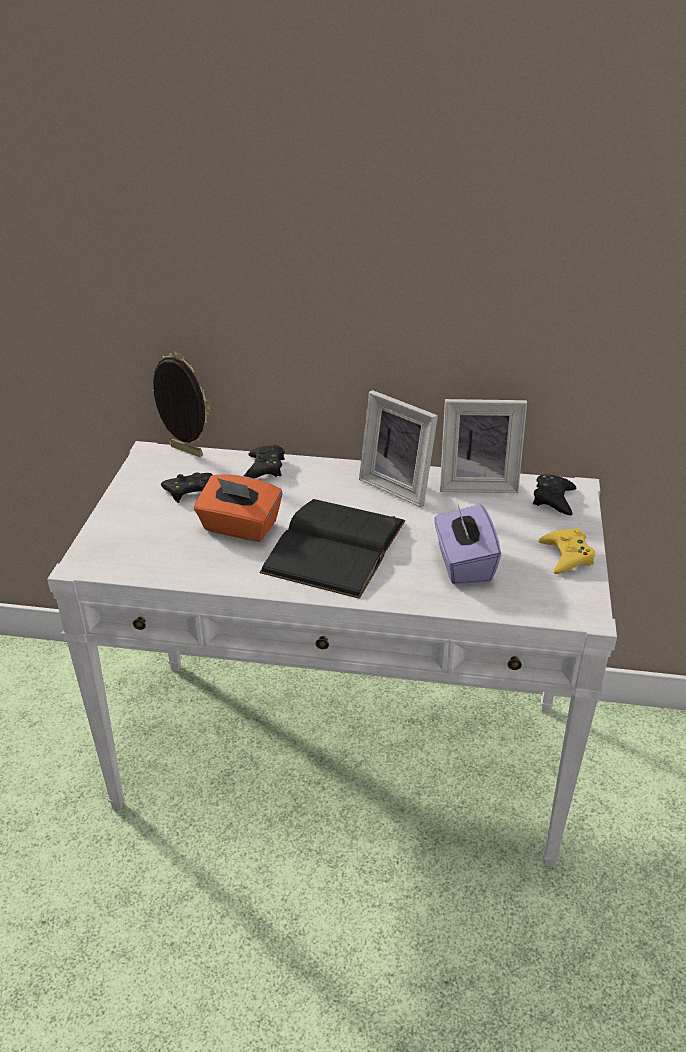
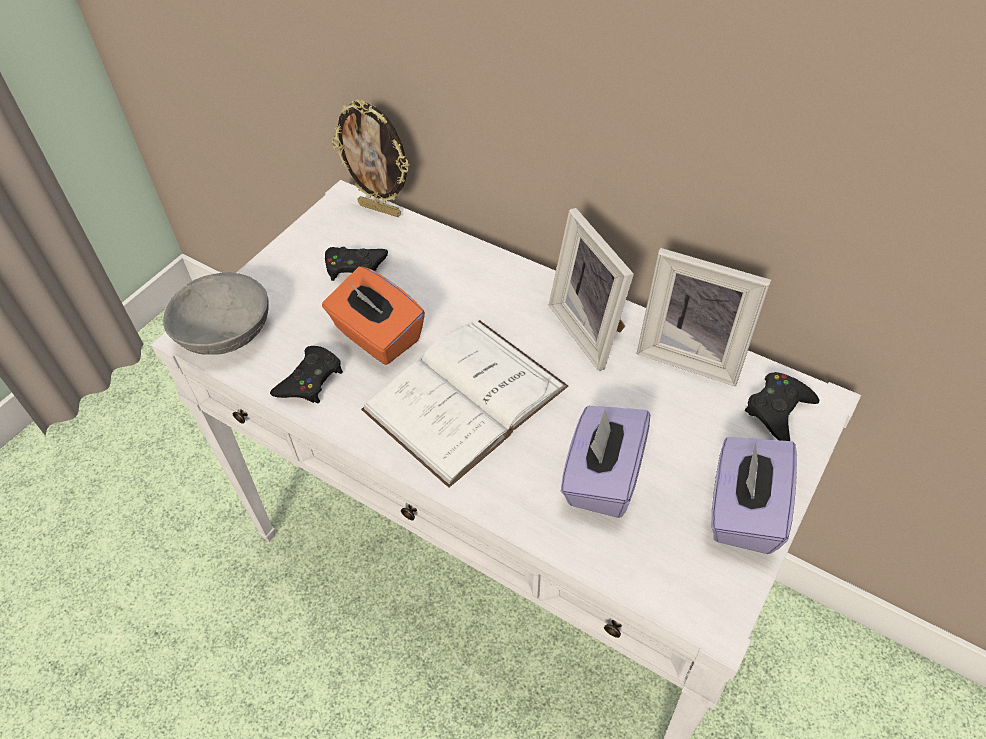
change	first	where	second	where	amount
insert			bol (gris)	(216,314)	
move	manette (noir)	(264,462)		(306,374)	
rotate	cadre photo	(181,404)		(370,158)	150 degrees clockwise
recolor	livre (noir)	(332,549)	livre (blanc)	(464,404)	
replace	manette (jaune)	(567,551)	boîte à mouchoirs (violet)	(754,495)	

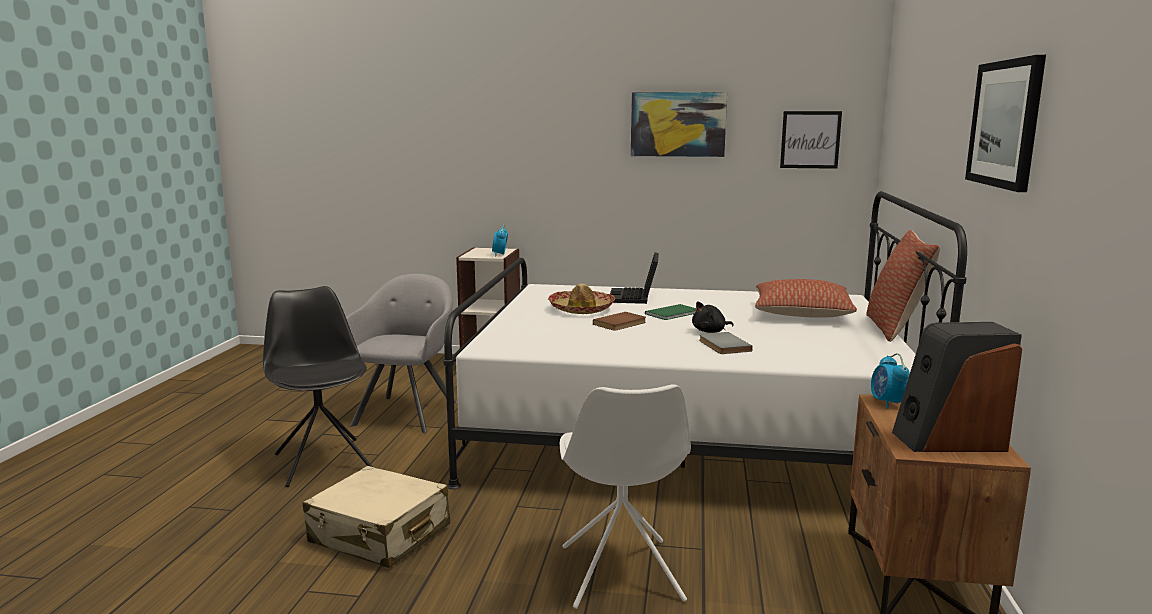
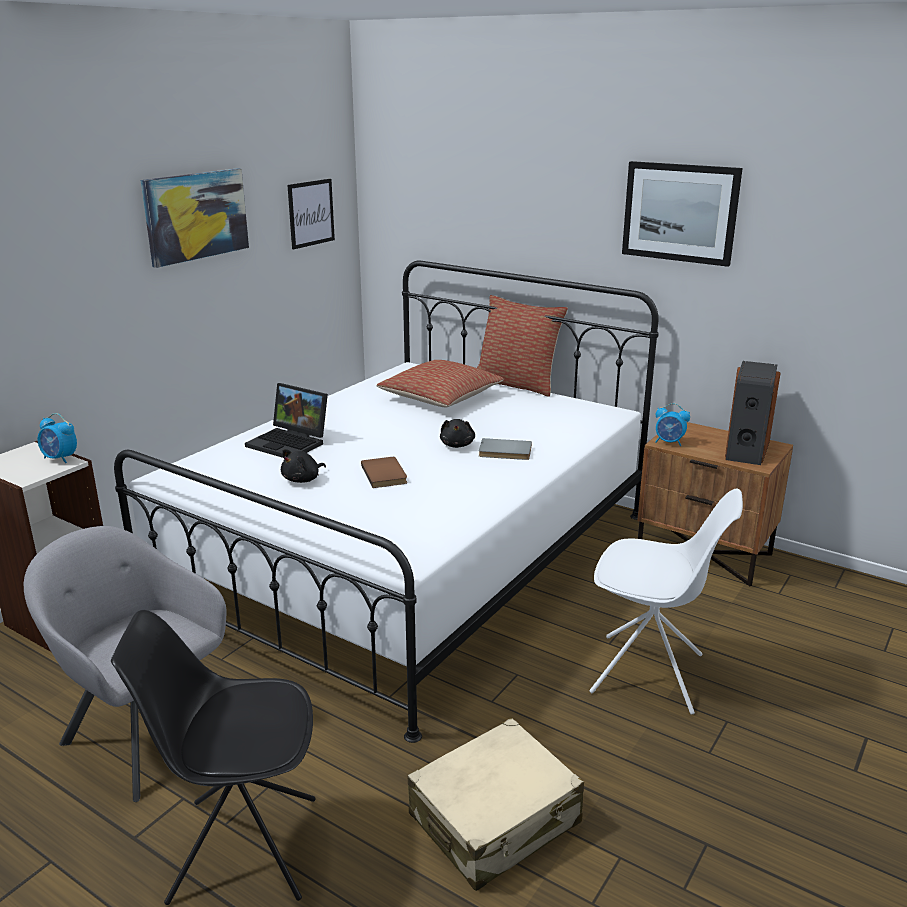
change	first	where	second	where	amount
replace	chapeau	(581,298)	peluche (noir)	(303,466)	
delete	livre (vert)	(671,312)			

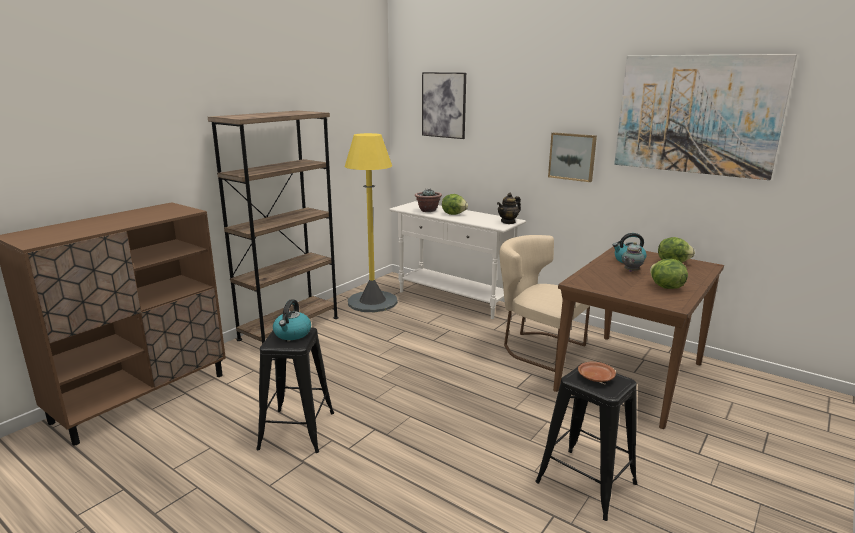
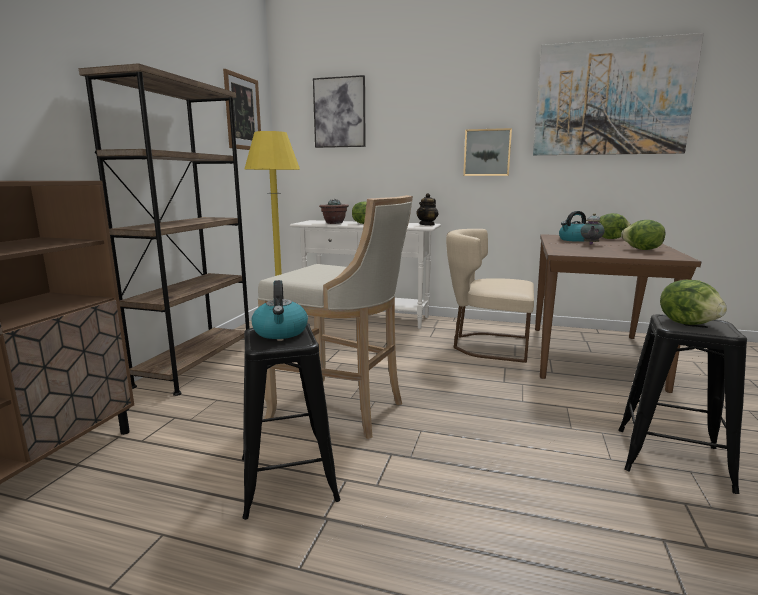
change	first	where	second	where	amount
insert			tableau	(242,109)	
insert			tabouret (beige)	(335,317)	
replace	assiette (marron)	(597,372)	laitue	(693,302)	

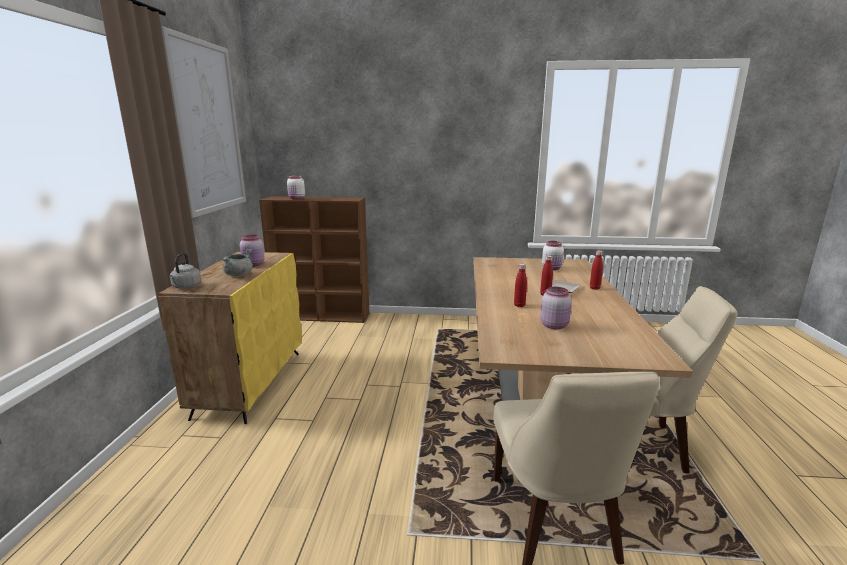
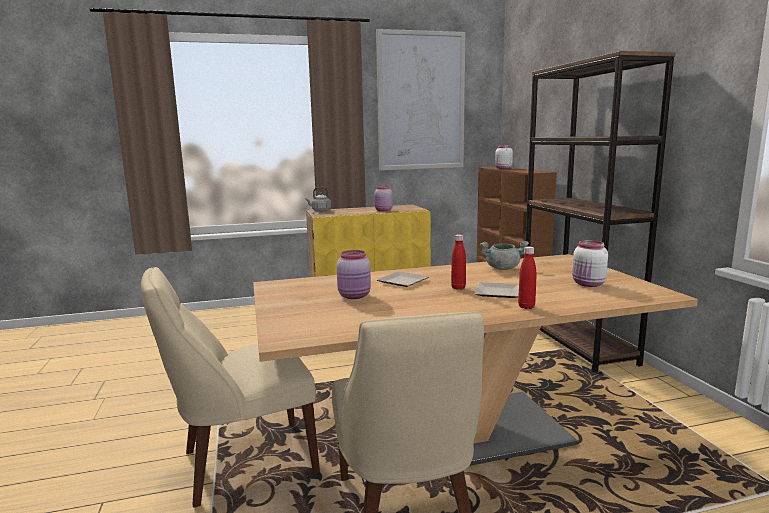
change	first	where	second	where	amount
replace	bouteille (rouge)	(520,285)	assiette	(403,279)	
move	marmite (gris)	(237,262)		(504,255)	
insert			bibliothèque (marron)	(600,211)	

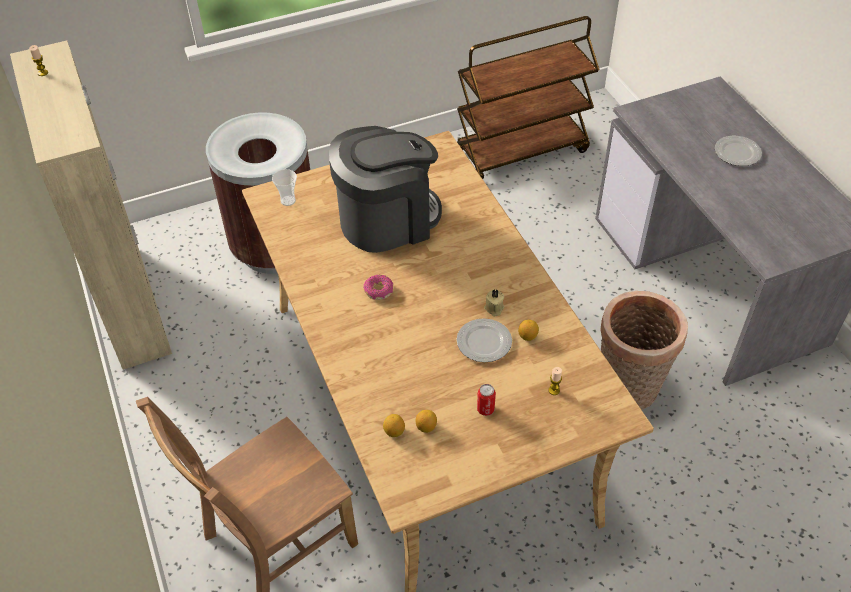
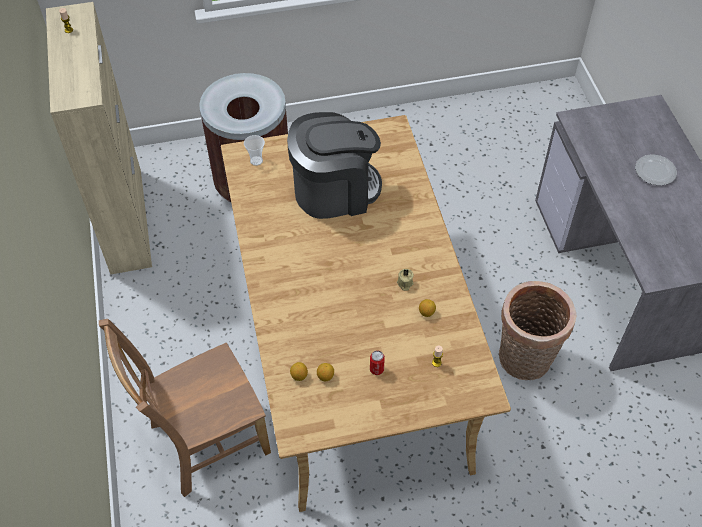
change	first	where	second	where	amount
delete	beignet	(378,287)			
delete	chariot (marron)	(528,97)			
delete	assiette	(484,340)			

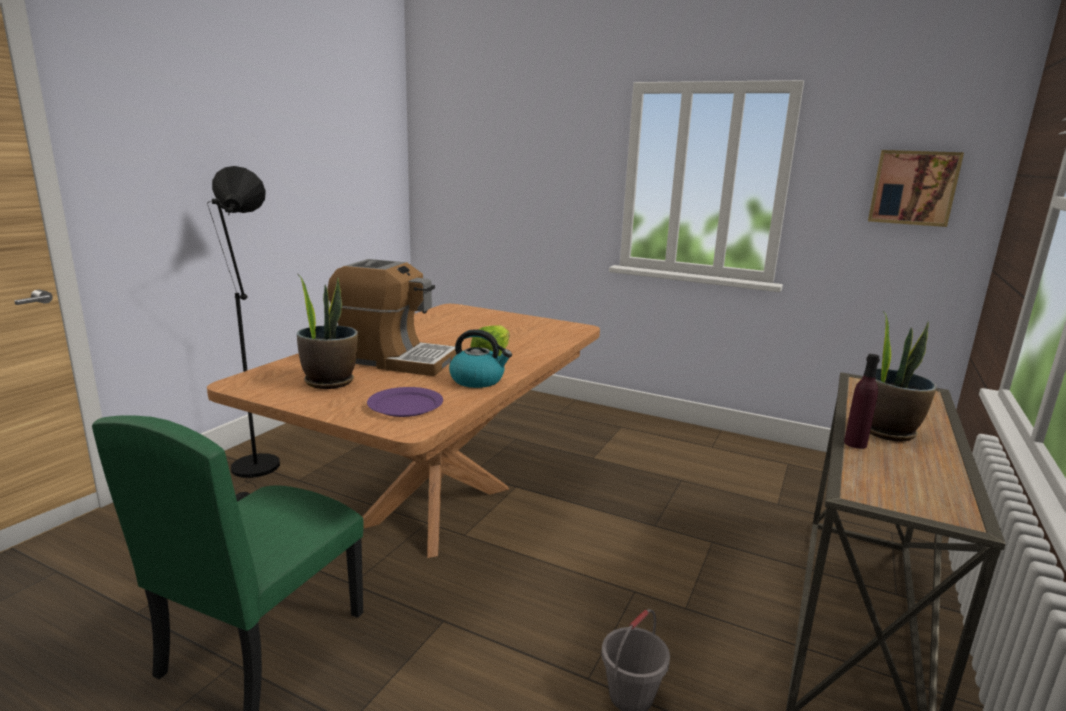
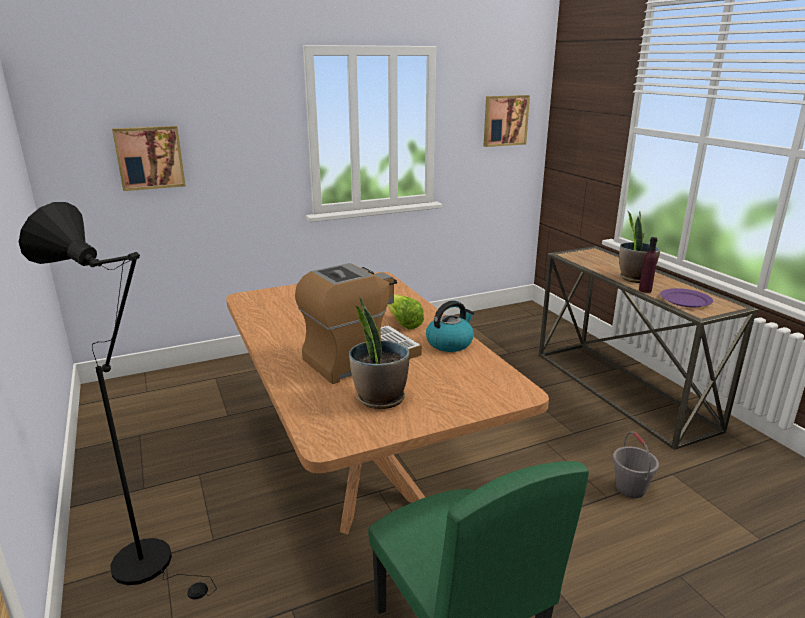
change	first	where	second	where	amount
insert			tableau	(149,158)	
move	assiette (violet)	(405,402)		(686,298)	

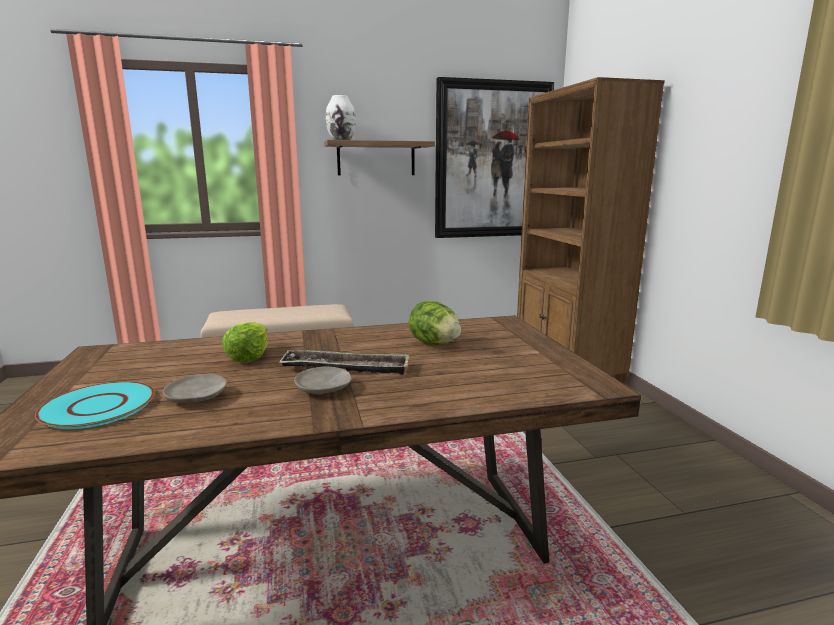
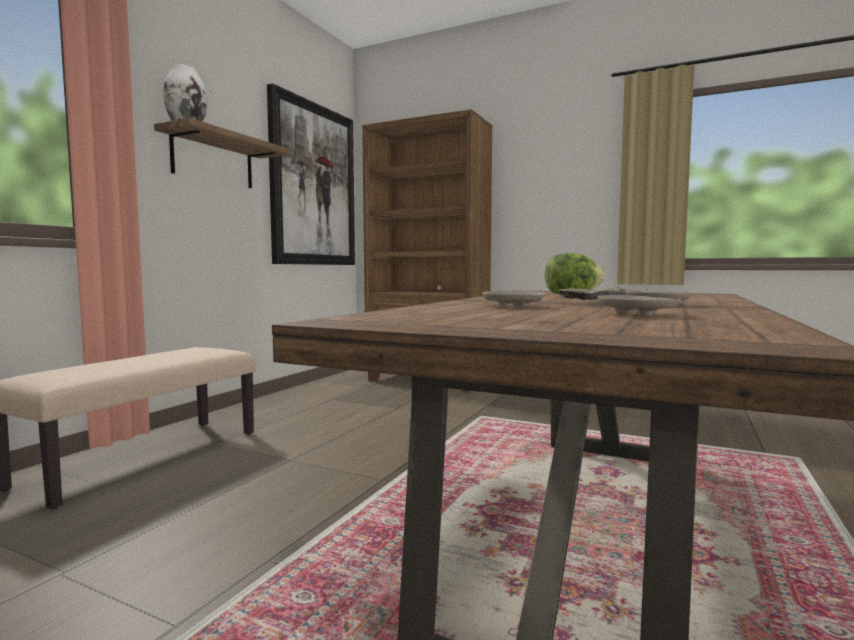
change	first	where	second	where	amount
replace	laitue	(245,342)	assiette (beige)	(514,298)	
delete	assiette (turquoise)	(95,405)			

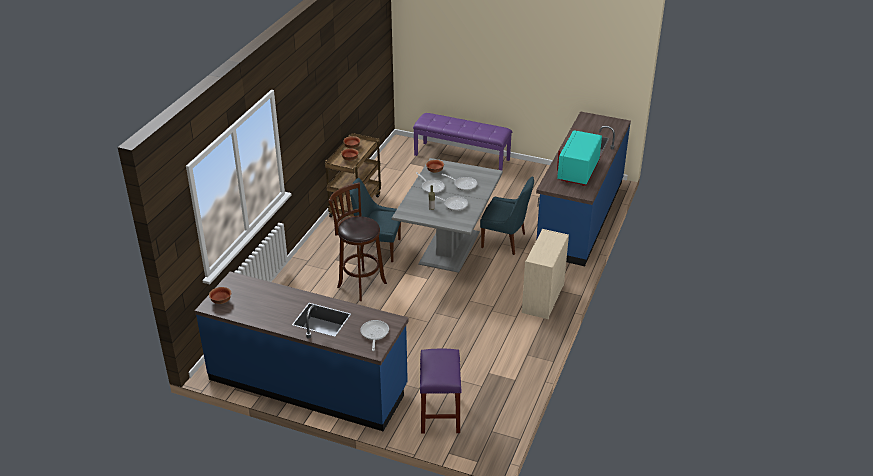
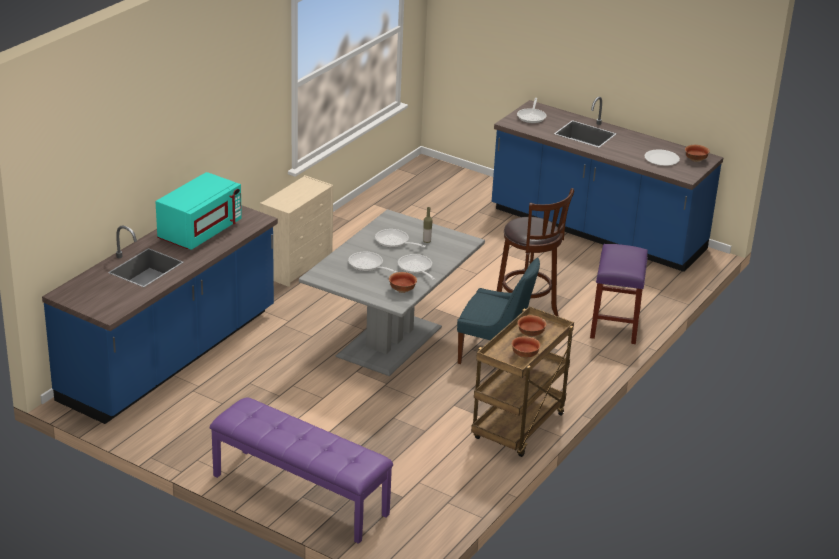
change	first	where	second	where	amount
move	tabouret (violet)	(440,391)		(619,294)	
insert			assiette (blanc)	(662,157)	
delete	chaise (bleu)	(507,215)			

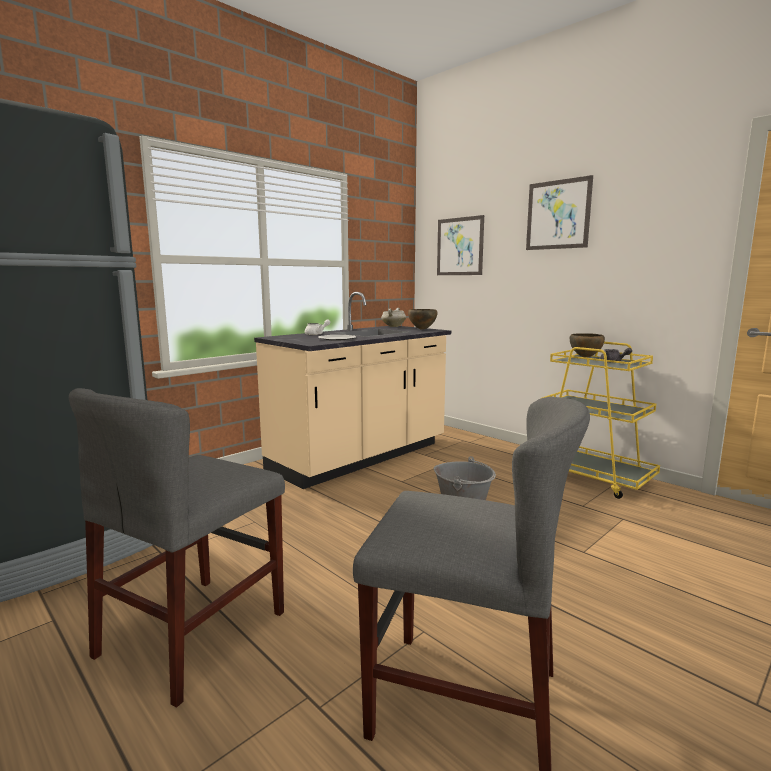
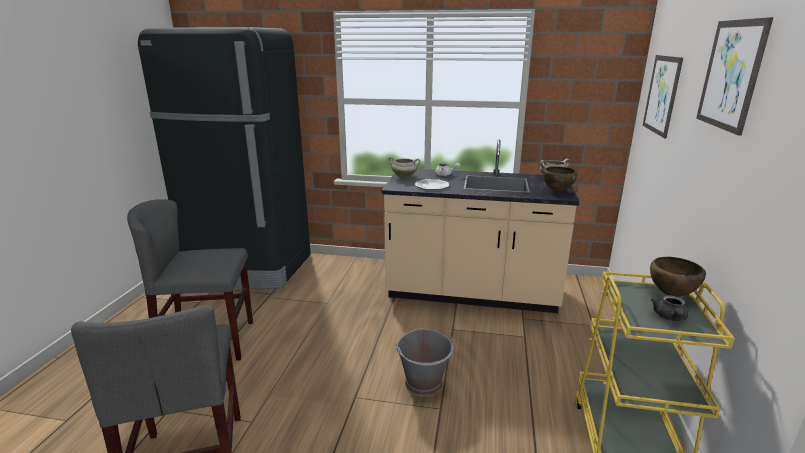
change	first	where	second	where	amount
insert			marmite (blanc)	(404,167)	

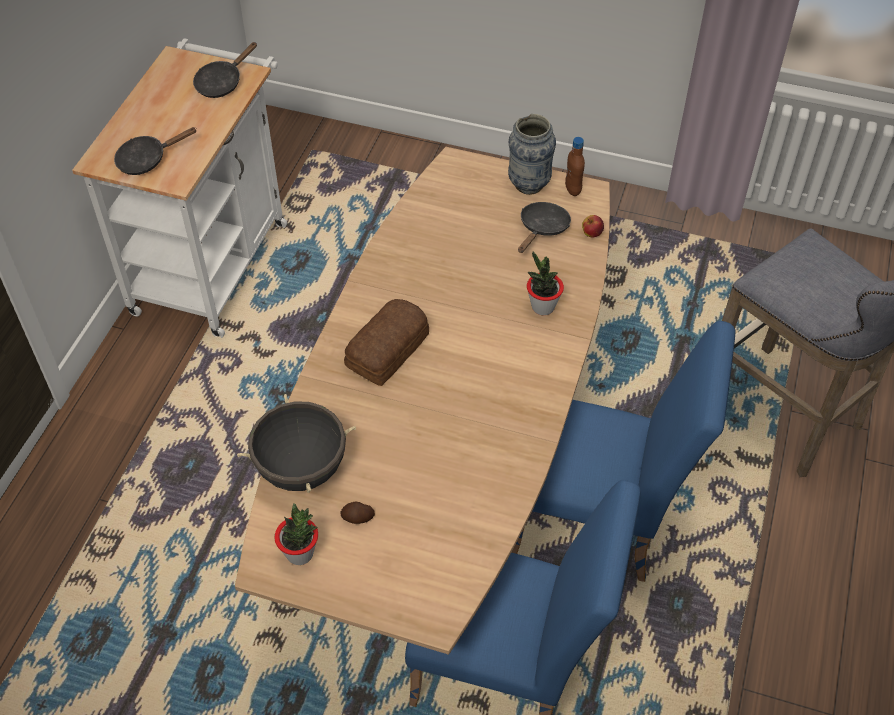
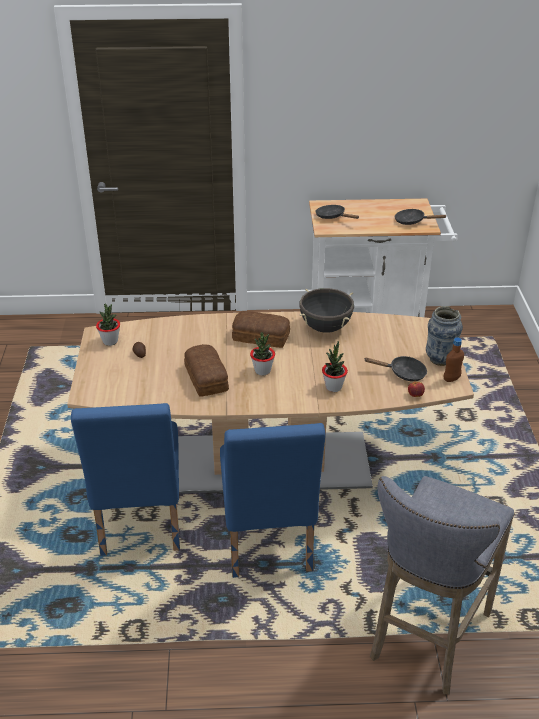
change	first	where	second	where	amount
insert			pain	(206,370)	
insert			plante en pot	(262,353)	
move	marmite (noir)	(296,443)		(326,310)	

